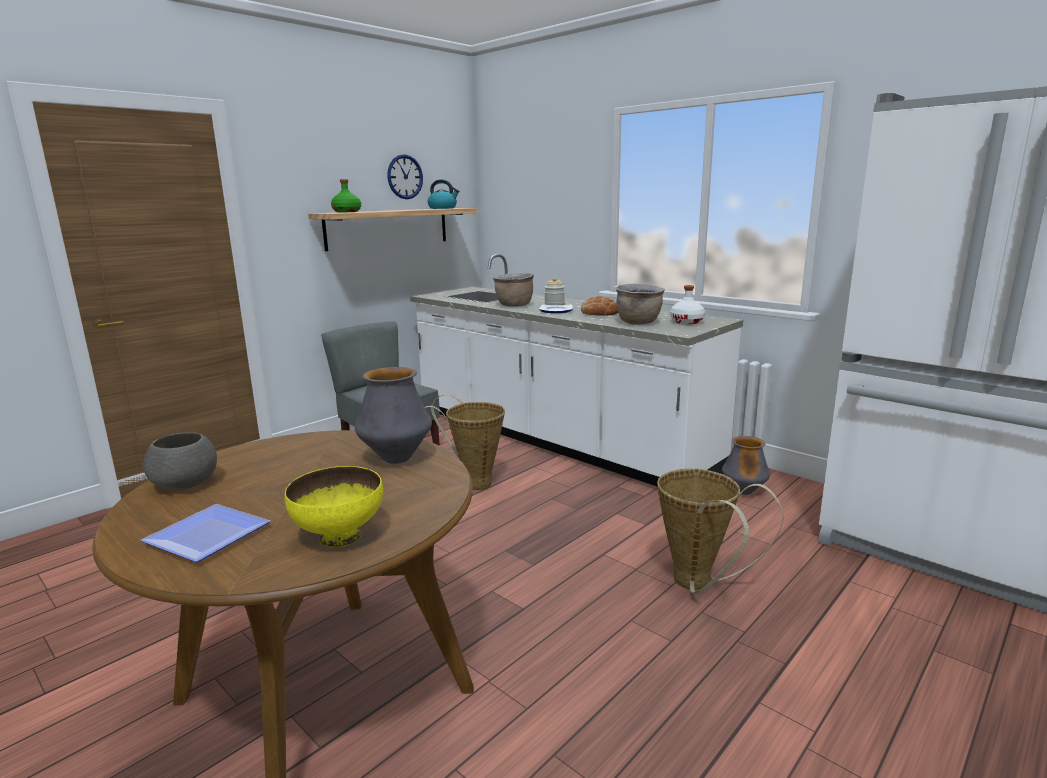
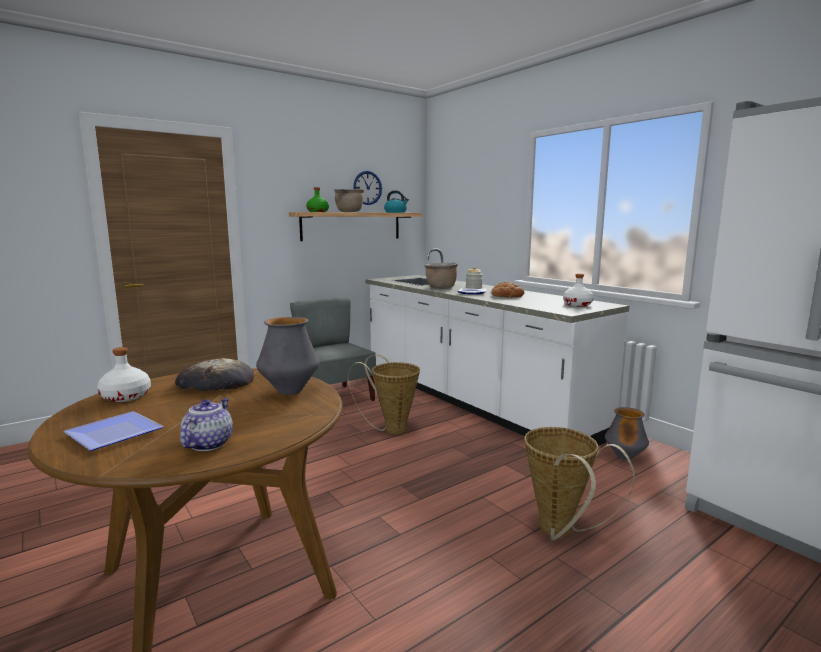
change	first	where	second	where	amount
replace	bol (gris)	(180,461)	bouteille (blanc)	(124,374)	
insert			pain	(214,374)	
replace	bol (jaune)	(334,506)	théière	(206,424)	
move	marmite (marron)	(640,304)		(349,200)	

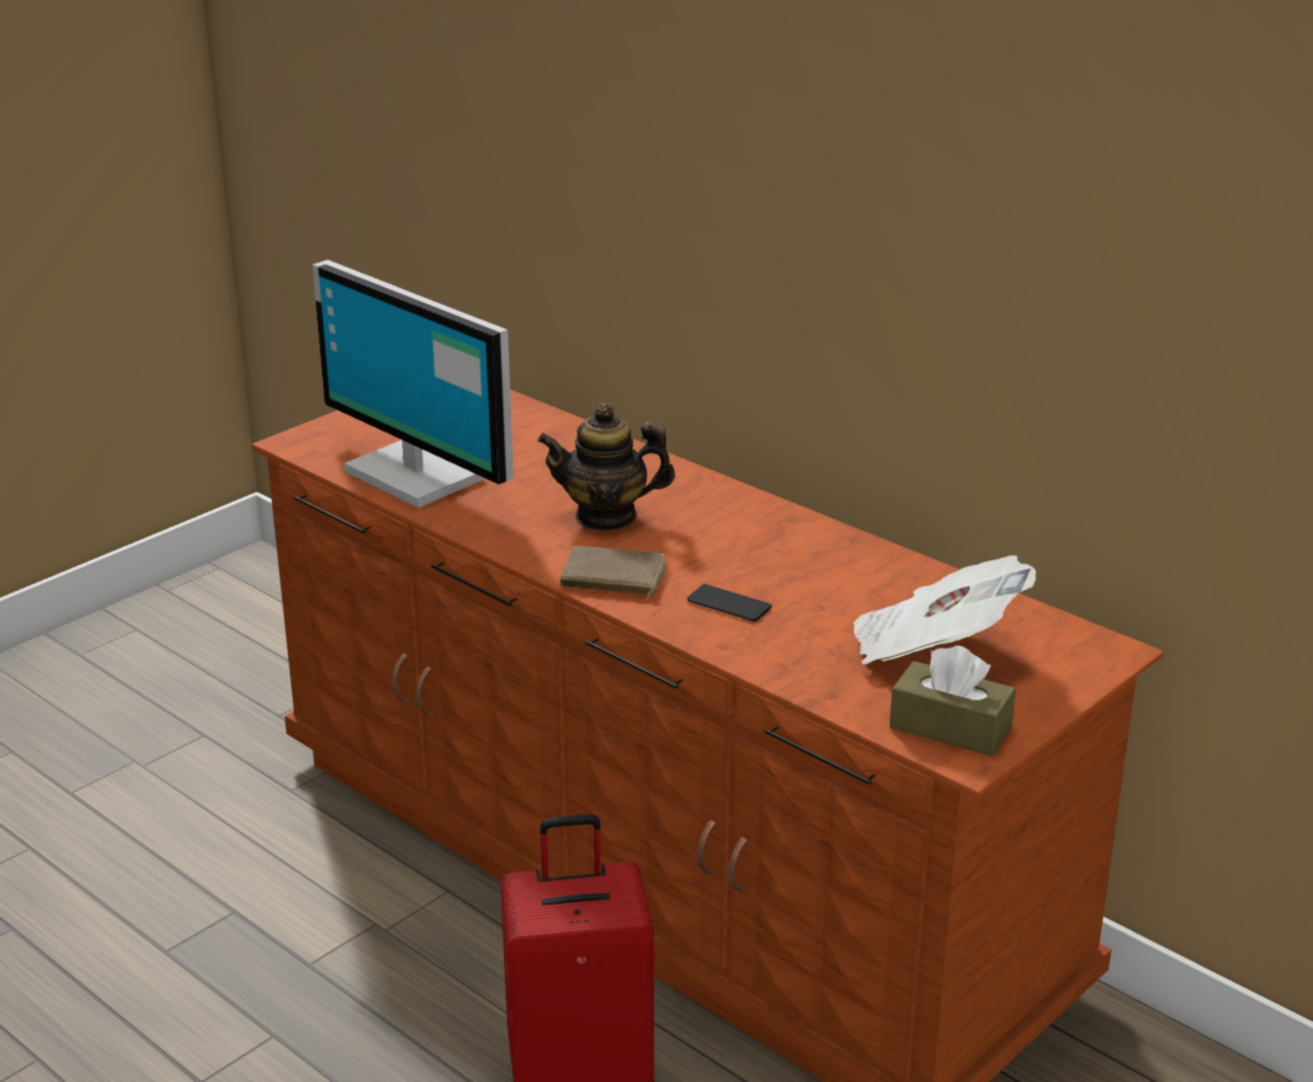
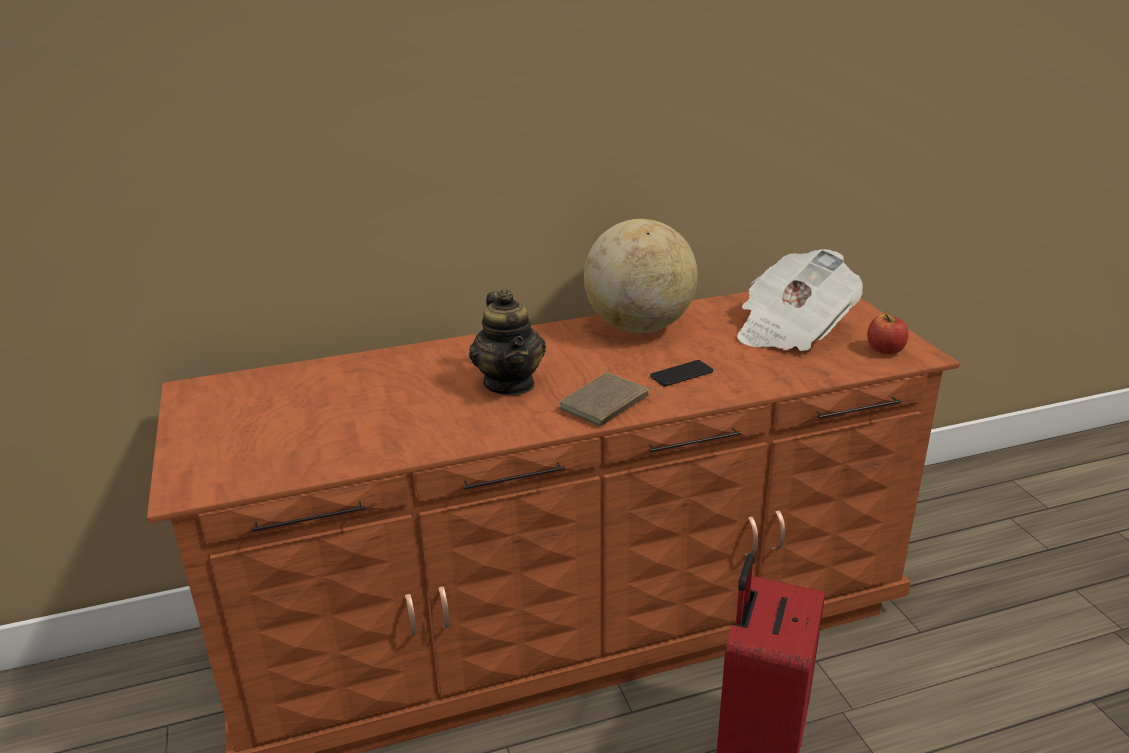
change	first	where	second	where	amount
rotate	théière	(606,467)		(507,342)	45 degrees counterclockwise
insert			globe	(641,276)	
replace	boîte à mouchoirs (marron)	(953,700)	pomme	(888,334)	
delete	écran d'ordinateur	(413,384)			

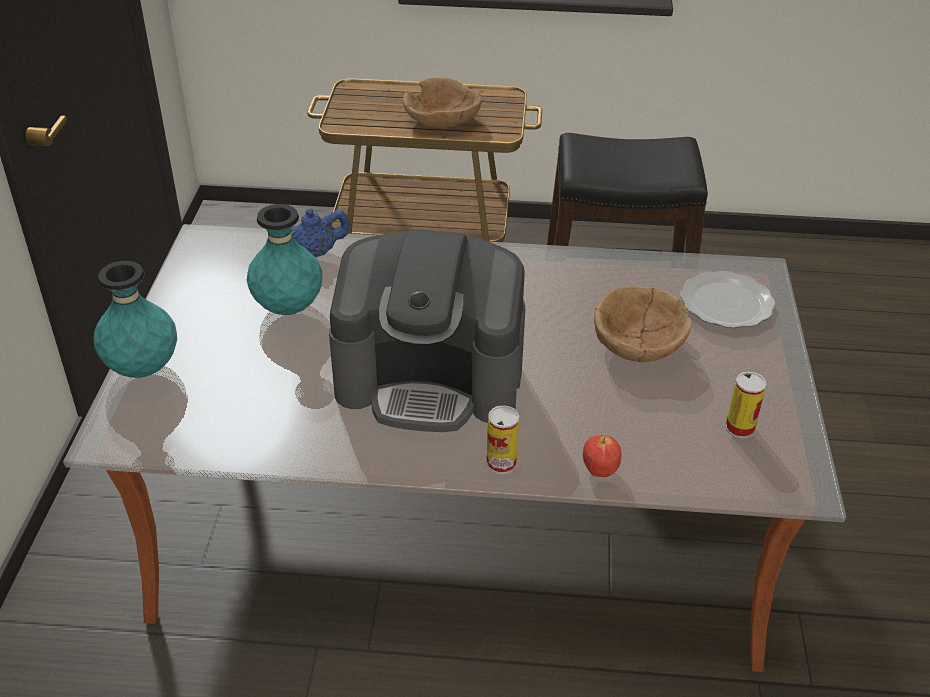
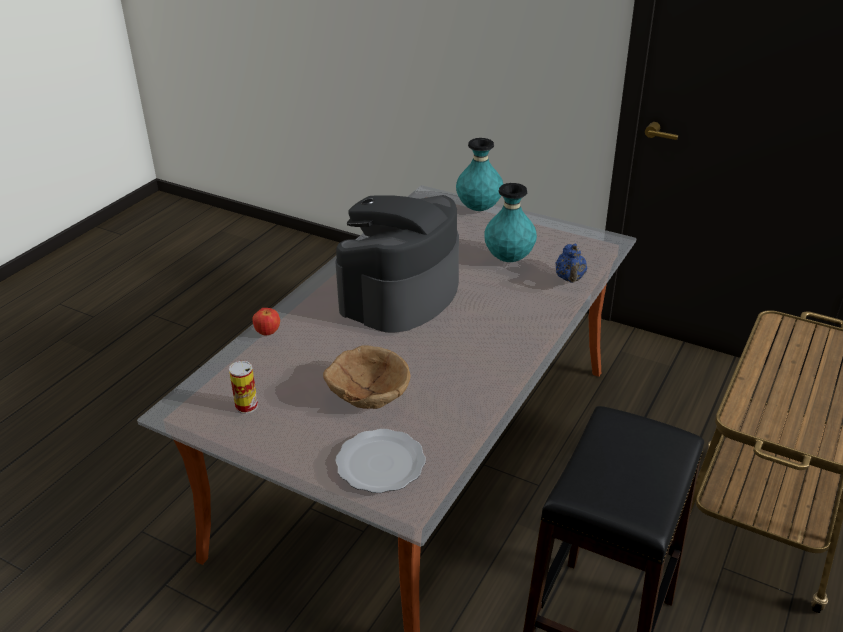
change	first	where	second	where	amount
delete	bol (marron)	(442,103)			
delete	boîte métallique	(503,439)			

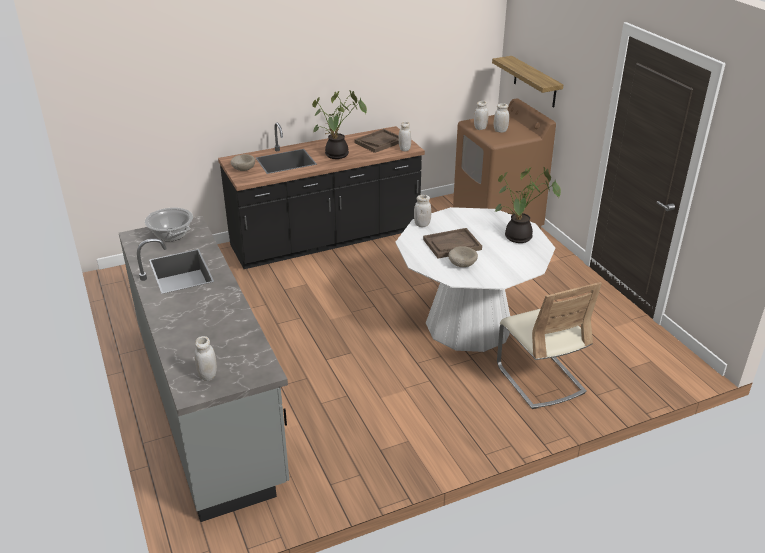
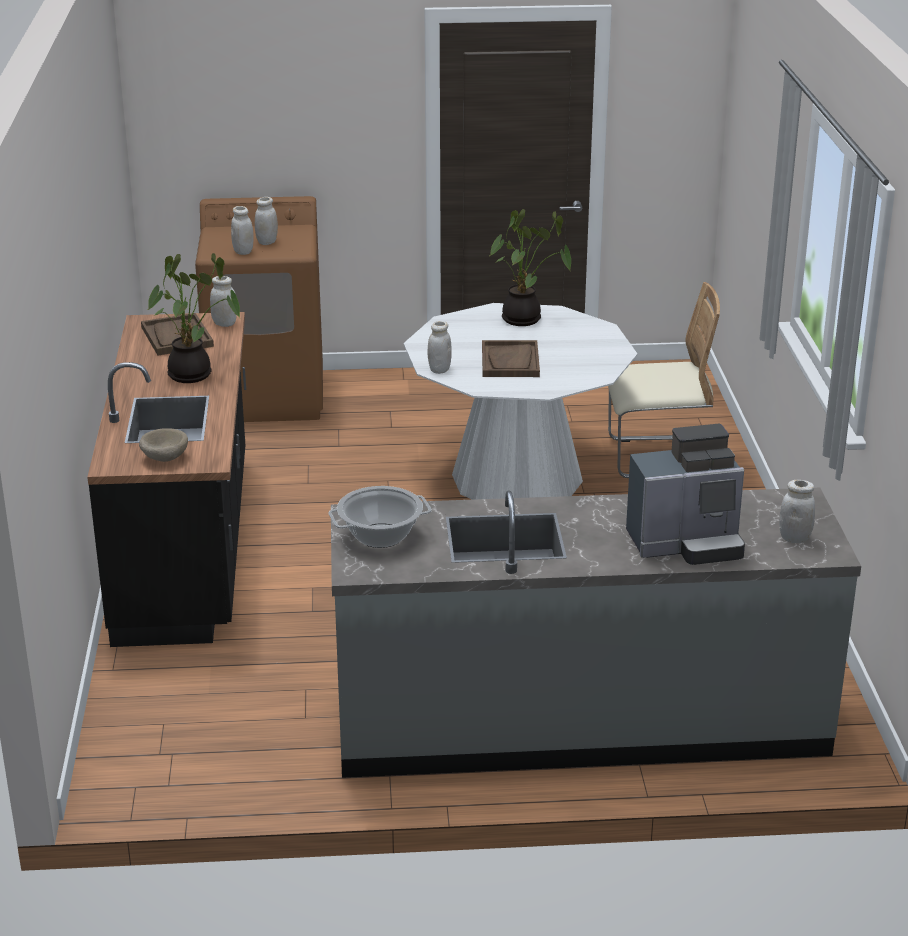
change	first	where	second	where	amount
insert			machine à café	(685,494)	
delete	bol (beige)	(463,256)			
delete	étagère	(527,82)			

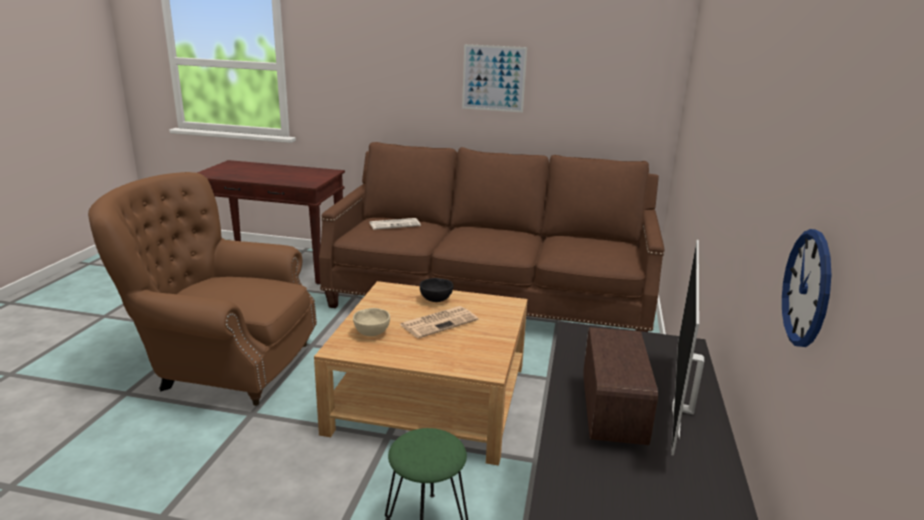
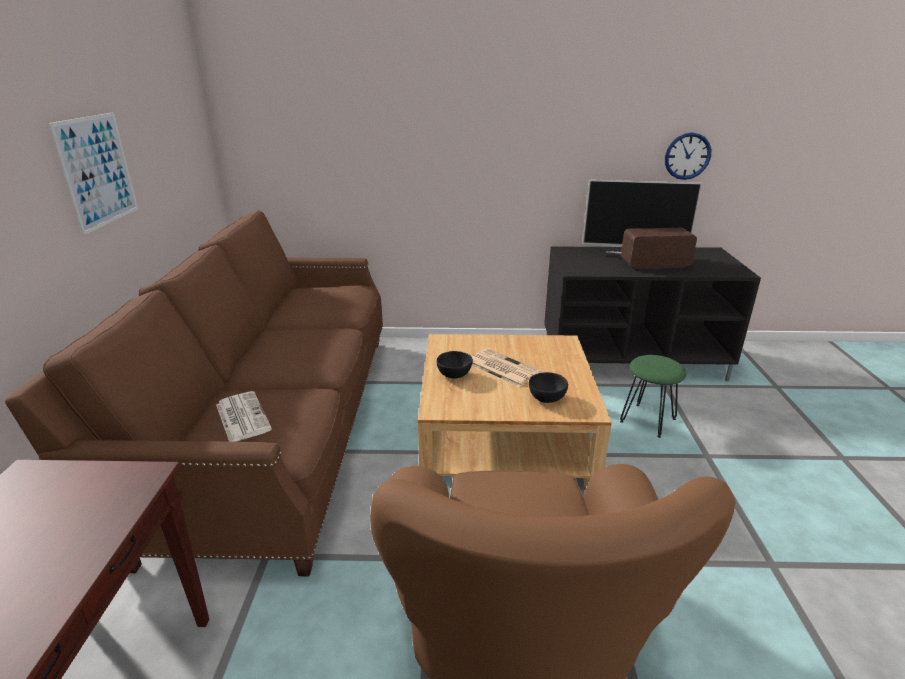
change	first	where	second	where	amount
recolor	bol (beige)	(371,322)	bol (noir)	(548,387)	

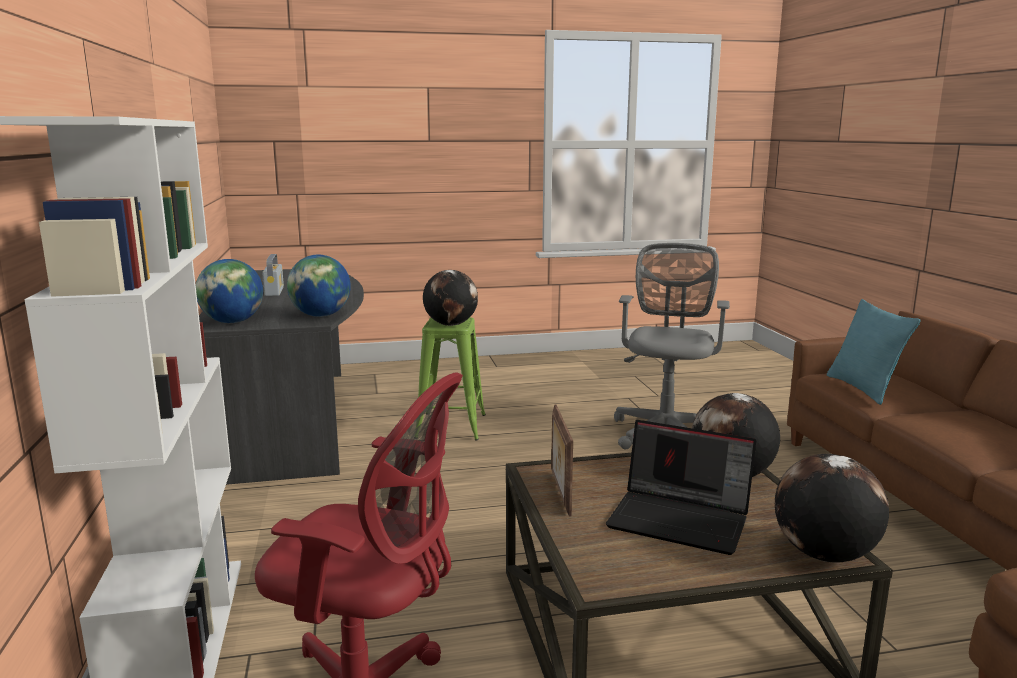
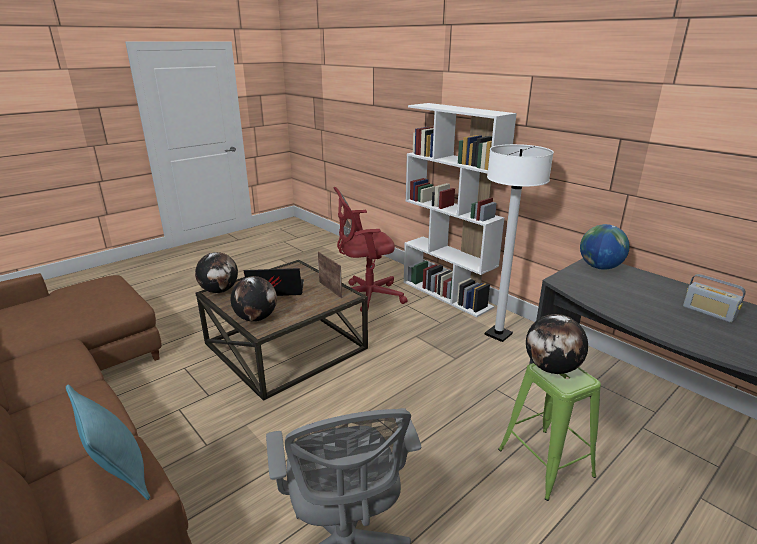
change	first	where	second	where	amount
insert			lampadaire (blanc)	(519,243)	
delete	globe	(319,286)			

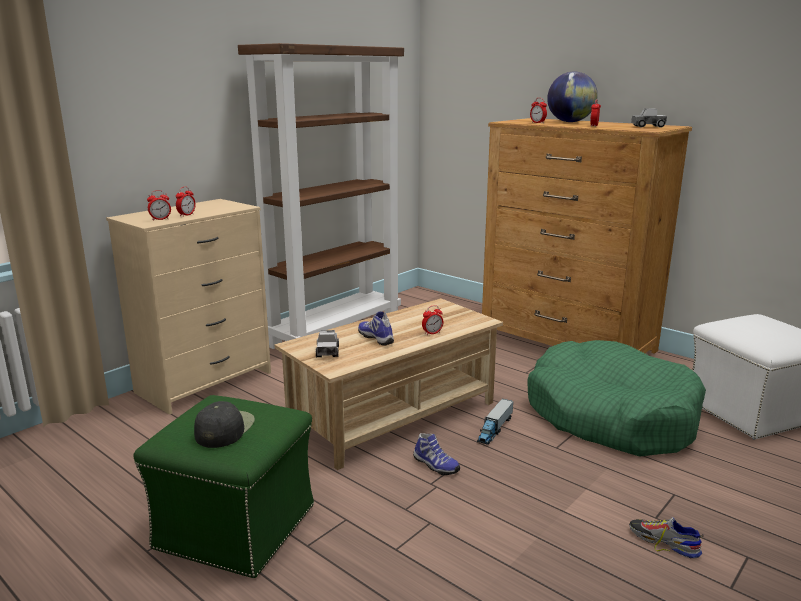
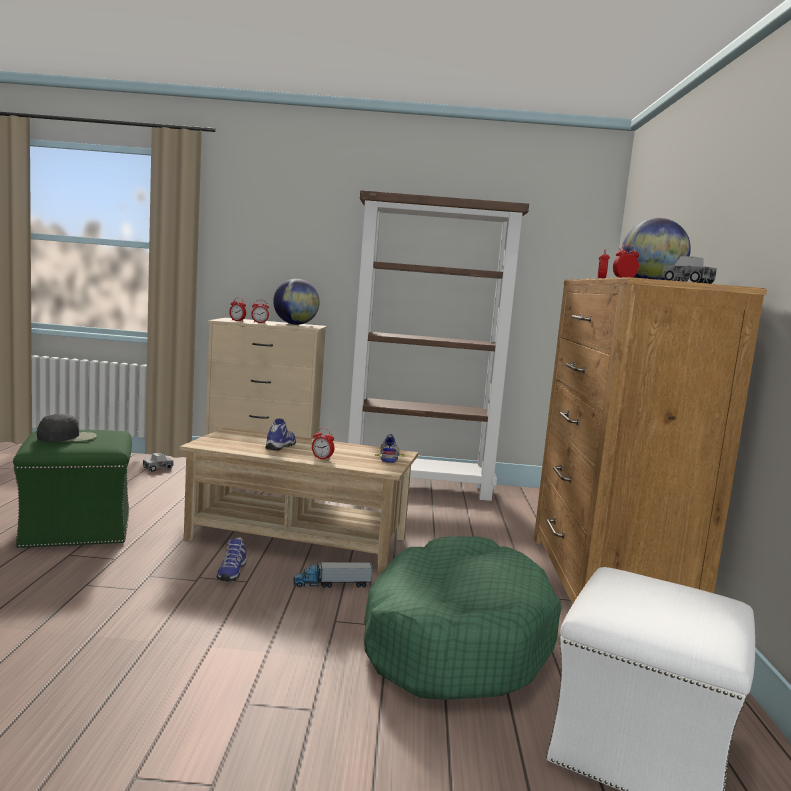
change	first	where	second	where	amount
move	camion jouet	(327,343)		(158,462)	
insert			globe	(296,302)	
move	chaussure	(666,538)		(390,448)	

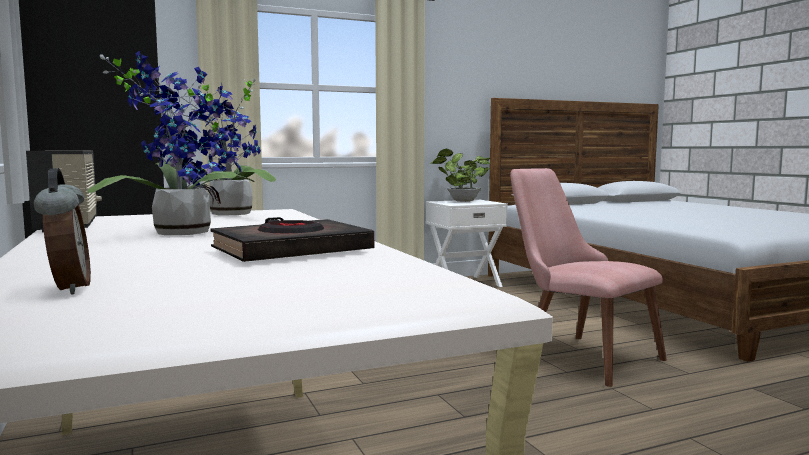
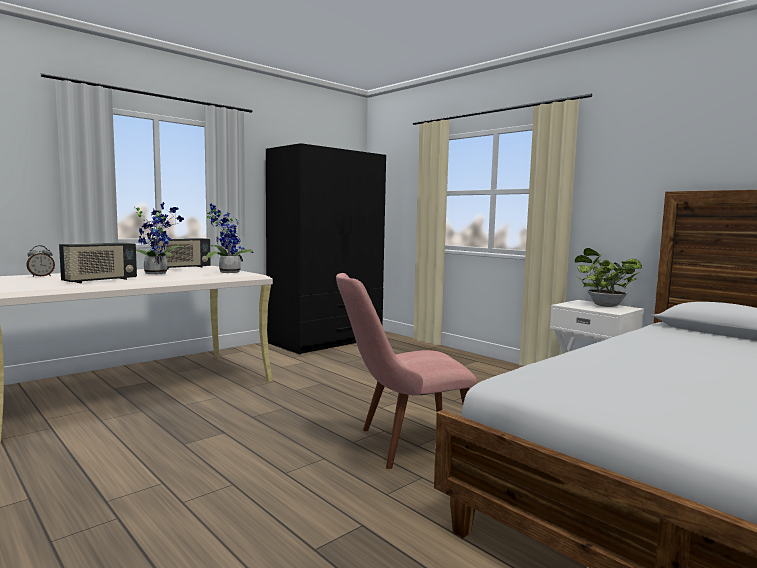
change	first	where	second	where	amount
replace	livre (noir)	(292,239)	radio	(98,263)	
rotate	chaise (rose)	(588,277)		(406,371)	135 degrees counterclockwise

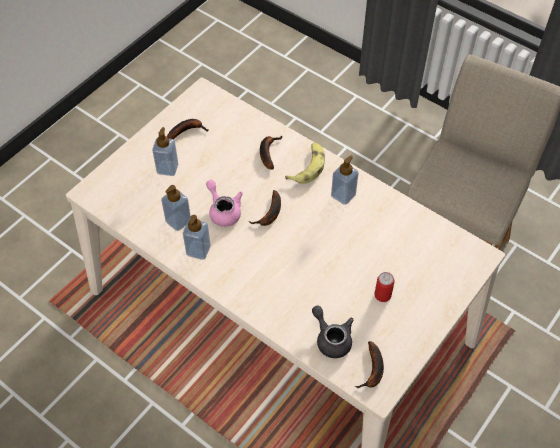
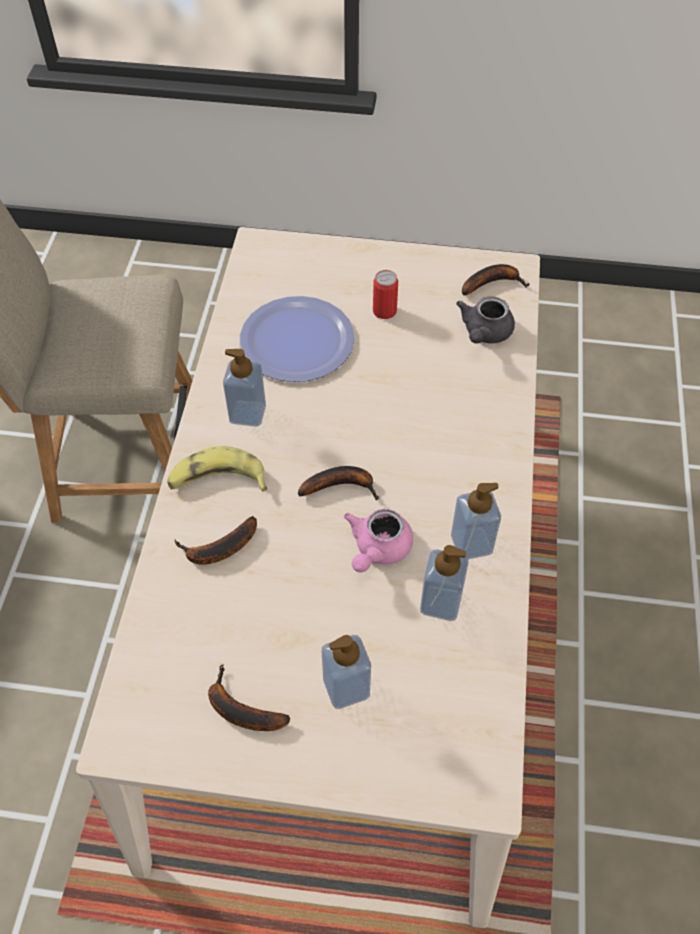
change	first	where	second	where	amount
insert			assiette	(297,339)	

